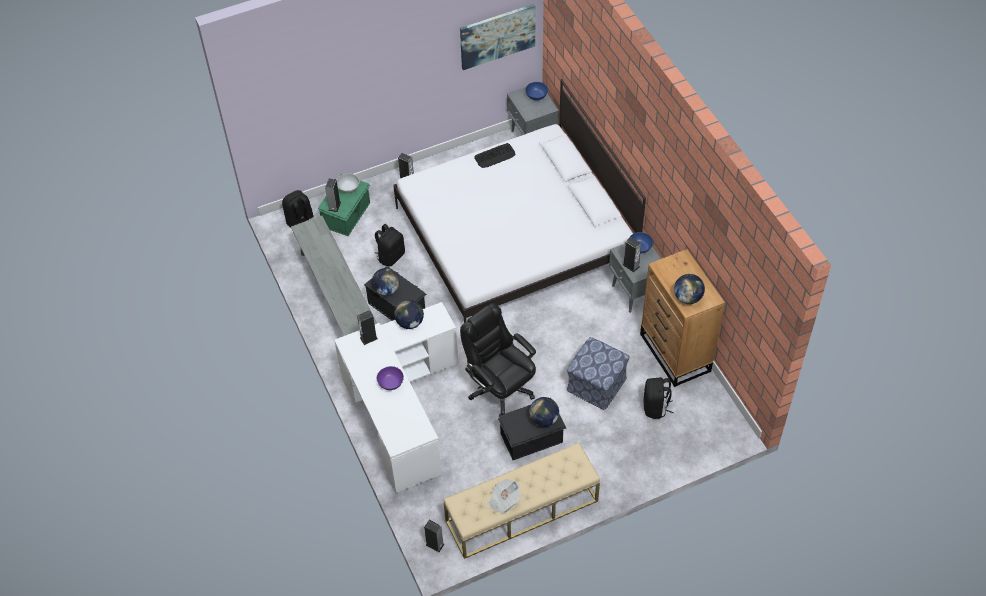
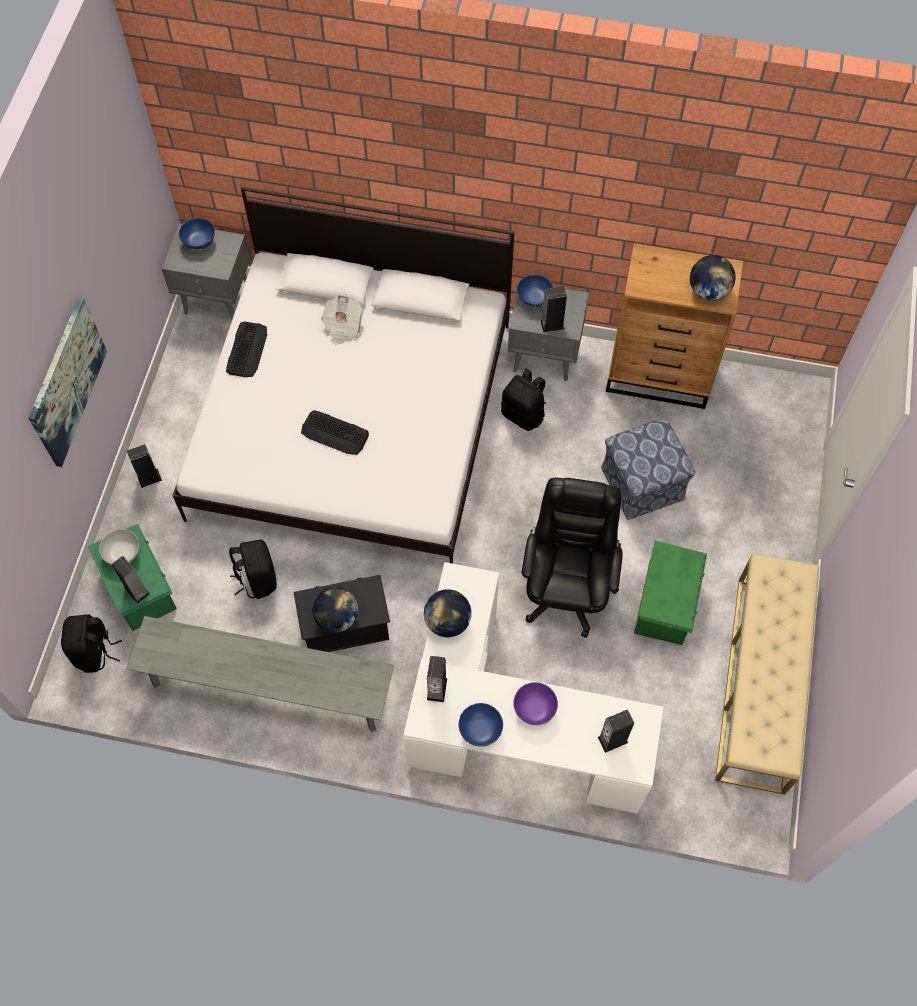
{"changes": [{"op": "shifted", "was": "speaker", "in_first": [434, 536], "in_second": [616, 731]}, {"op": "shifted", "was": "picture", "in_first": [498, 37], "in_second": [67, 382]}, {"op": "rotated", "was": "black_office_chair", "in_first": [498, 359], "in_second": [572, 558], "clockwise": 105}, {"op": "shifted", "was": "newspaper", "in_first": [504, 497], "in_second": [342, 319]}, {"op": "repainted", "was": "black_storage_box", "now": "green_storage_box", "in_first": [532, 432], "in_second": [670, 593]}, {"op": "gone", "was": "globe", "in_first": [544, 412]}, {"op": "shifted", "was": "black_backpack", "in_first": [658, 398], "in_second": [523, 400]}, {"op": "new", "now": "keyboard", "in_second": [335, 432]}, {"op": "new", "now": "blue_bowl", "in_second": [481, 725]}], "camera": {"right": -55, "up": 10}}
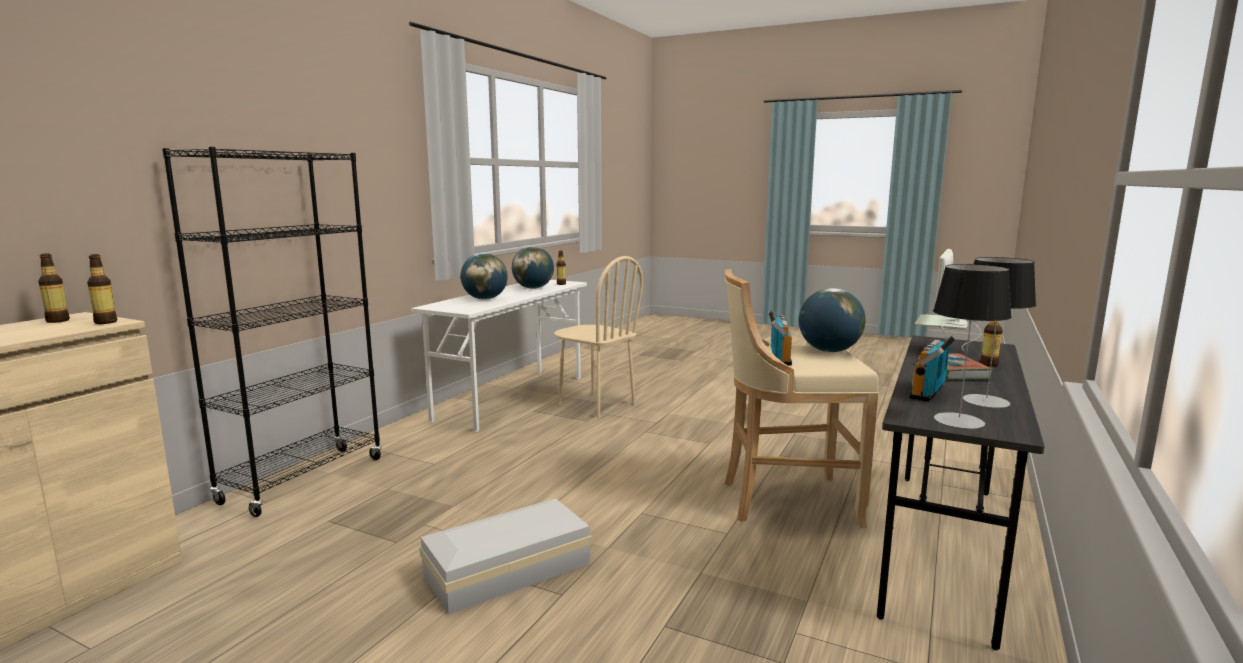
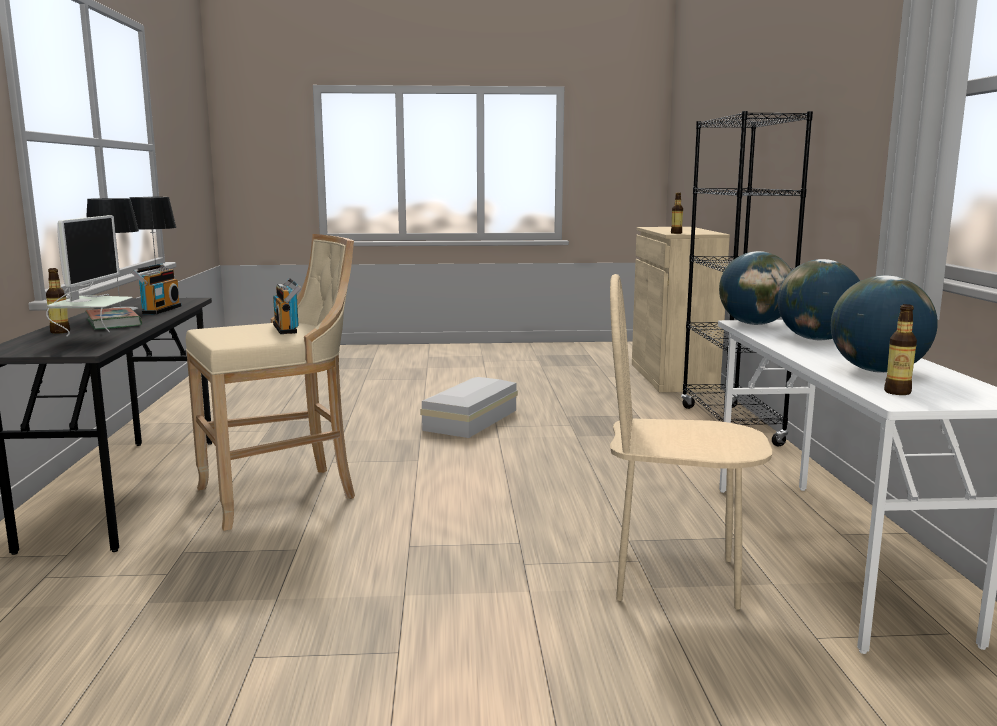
{"changes": [{"op": "gone", "was": "bottle", "in_first": [54, 288]}, {"op": "shifted", "was": "globe", "in_first": [832, 320], "in_second": [755, 288]}], "camera": {"right": 150, "up": 0}}
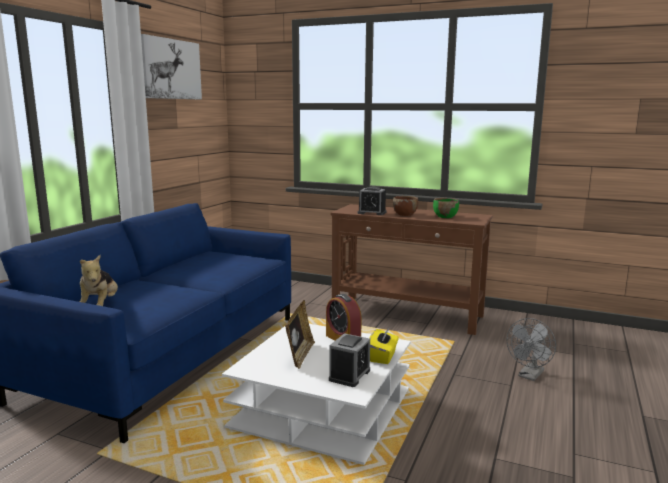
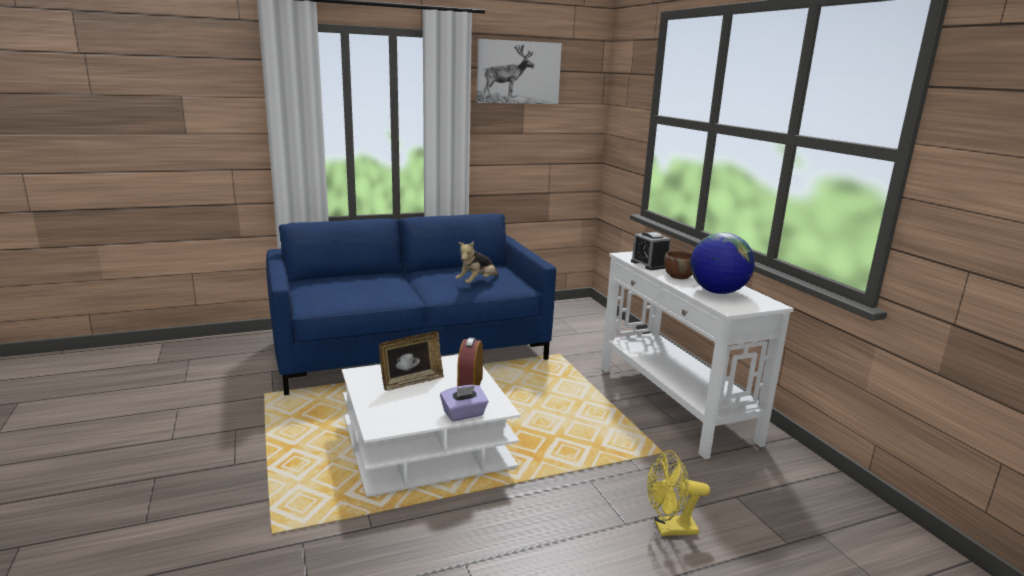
{"changes": [{"op": "shifted", "was": "plush_toy", "in_first": [99, 280], "in_second": [476, 262]}, {"op": "gone", "was": "alarm_clock", "in_first": [349, 360]}, {"op": "repainted", "was": "brown_console_table", "now": "white_console_table", "in_first": [412, 269], "in_second": [697, 355]}, {"op": "repainted", "was": "yellow_tissue_box", "now": "purple_tissue_box", "in_first": [384, 345], "in_second": [464, 403]}, {"op": "swapped", "was": "green_bowl", "now": "globe", "in_first": [446, 208], "in_second": [722, 263]}, {"op": "repainted", "was": "grey_fan", "now": "yellow_fan", "in_first": [531, 349], "in_second": [678, 493]}], "camera": {"right": 45, "up": 5}}
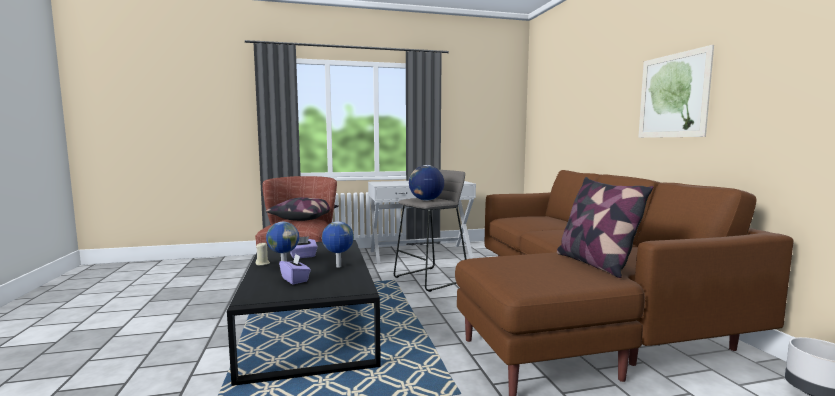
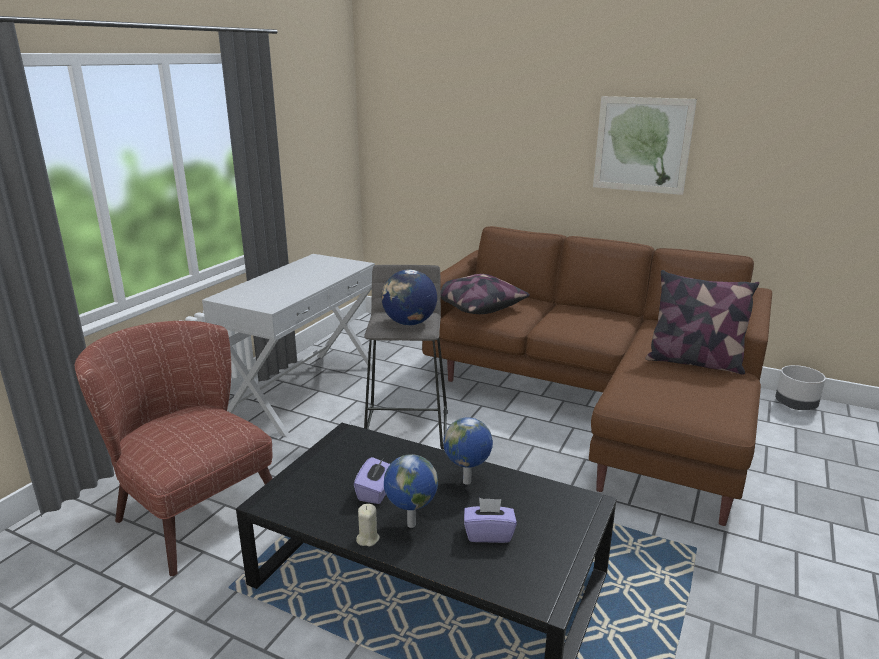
{"changes": [{"op": "shifted", "was": "pillow", "in_first": [302, 209], "in_second": [485, 294]}], "camera": {"right": -50, "up": 15}}
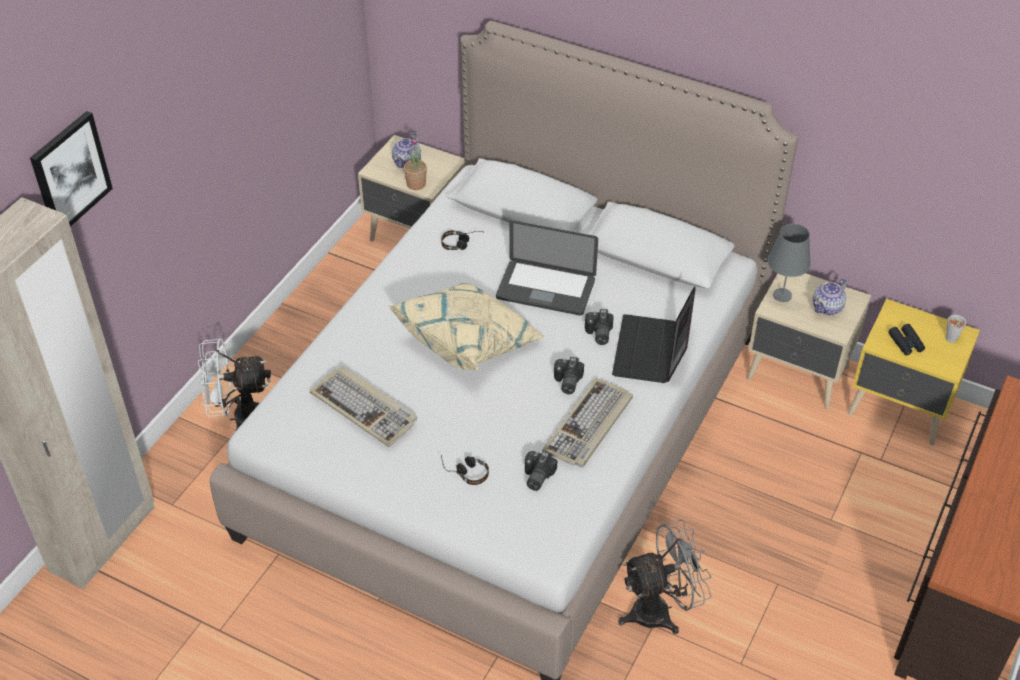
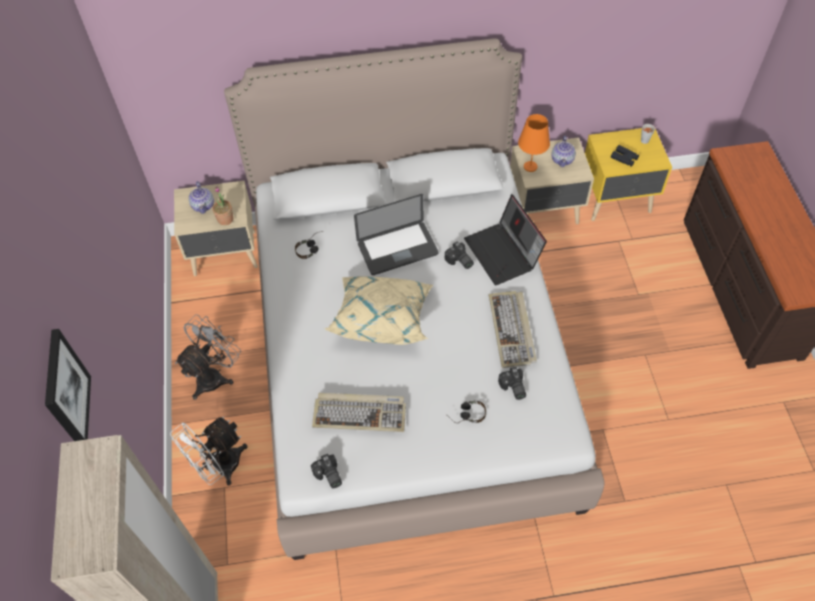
{"changes": [{"op": "shifted", "was": "photo_camera", "in_first": [569, 375], "in_second": [326, 471]}, {"op": "shifted", "was": "grey_fan", "in_first": [664, 577], "in_second": [208, 357]}, {"op": "repainted", "was": "grey_table_lamp", "now": "orange_table_lamp", "in_first": [789, 263], "in_second": [534, 143]}], "camera": {"right": -35, "up": 10}}
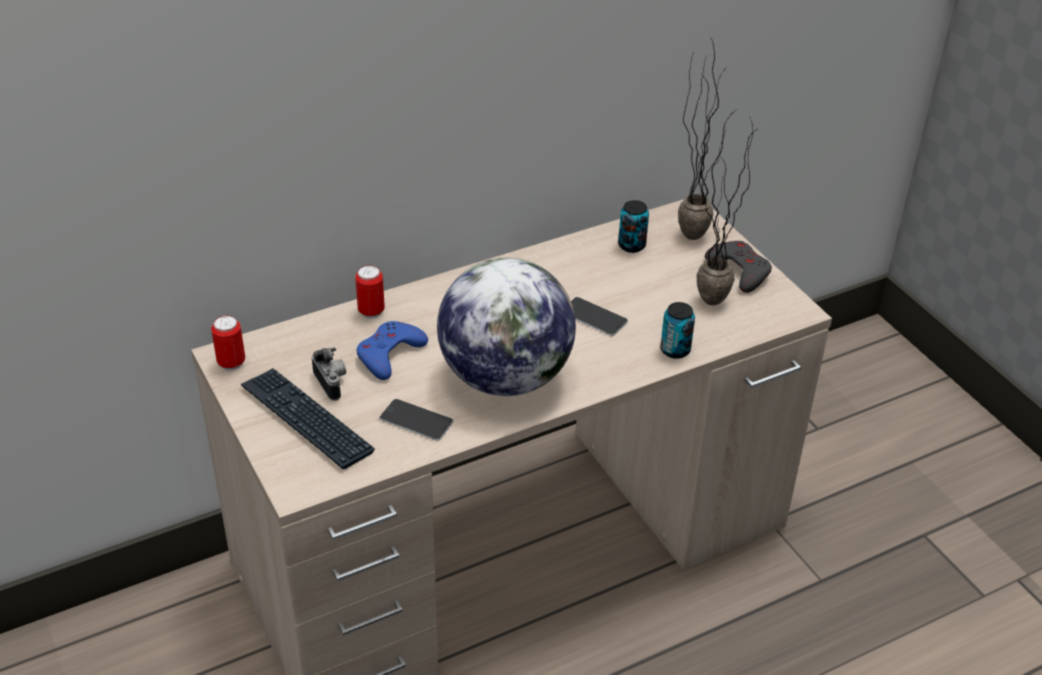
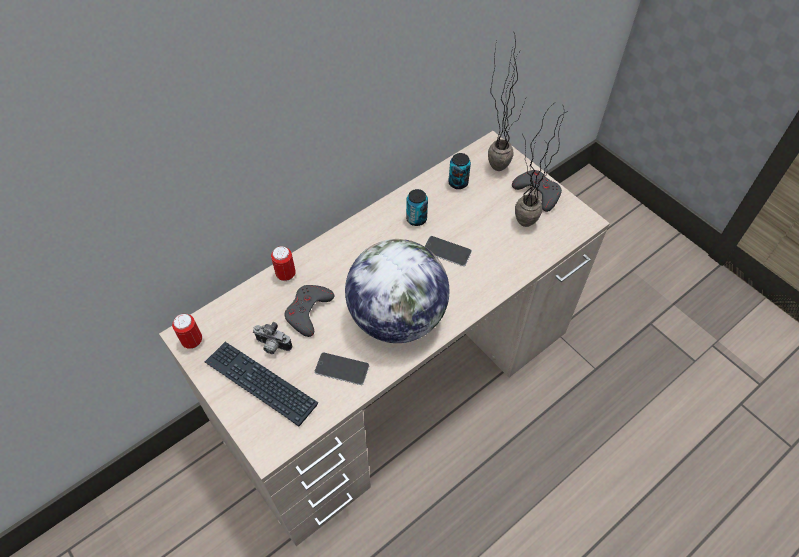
{"changes": [{"op": "rotated", "was": "photo_camera", "in_first": [329, 374], "in_second": [272, 338], "clockwise": 150}, {"op": "repainted", "was": "blue_game_controller", "now": "grey_game_controller", "in_first": [392, 350], "in_second": [309, 311]}, {"op": "shifted", "was": "can", "in_first": [677, 330], "in_second": [417, 207]}], "camera": {"right": -10, "up": 15}}
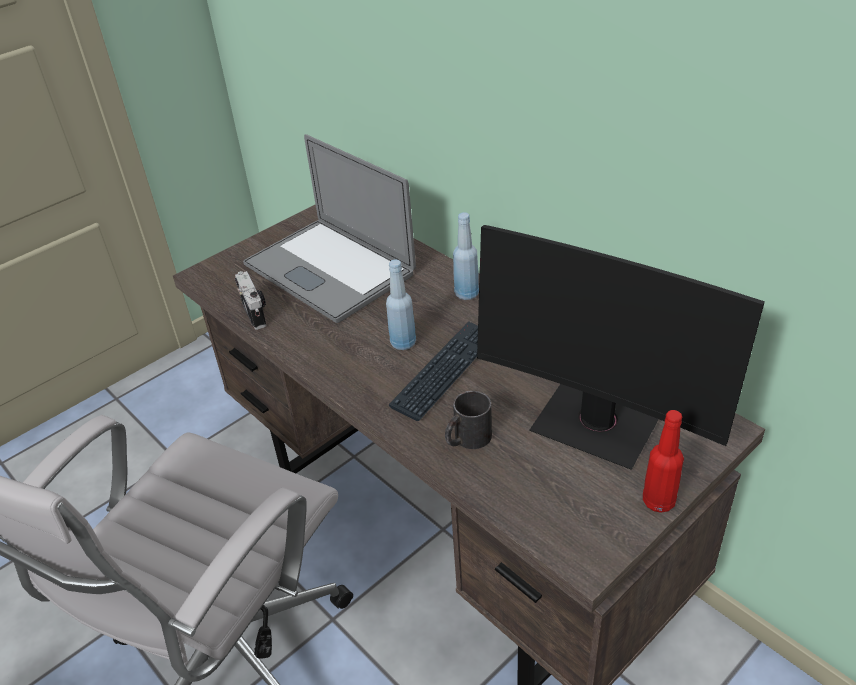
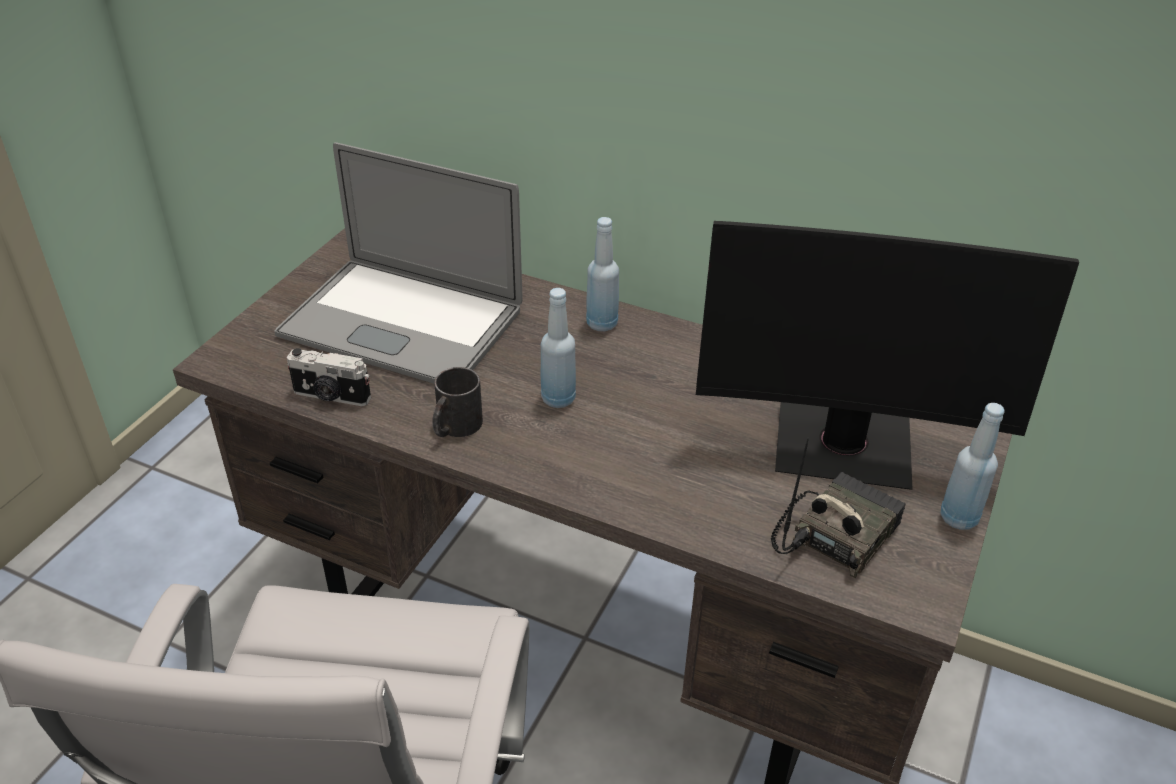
{"changes": [{"op": "rotated", "was": "photo_camera", "in_first": [250, 300], "in_second": [329, 377], "clockwise": 150}, {"op": "gone", "was": "keyboard", "in_first": [433, 371]}, {"op": "shifted", "was": "black_mug", "in_first": [468, 420], "in_second": [457, 402]}, {"op": "repainted", "was": "red_bottle", "now": "blue_bottle", "in_first": [663, 461], "in_second": [972, 466]}, {"op": "new", "now": "radio", "in_second": [838, 507]}], "camera": {"right": -25, "up": 0}}
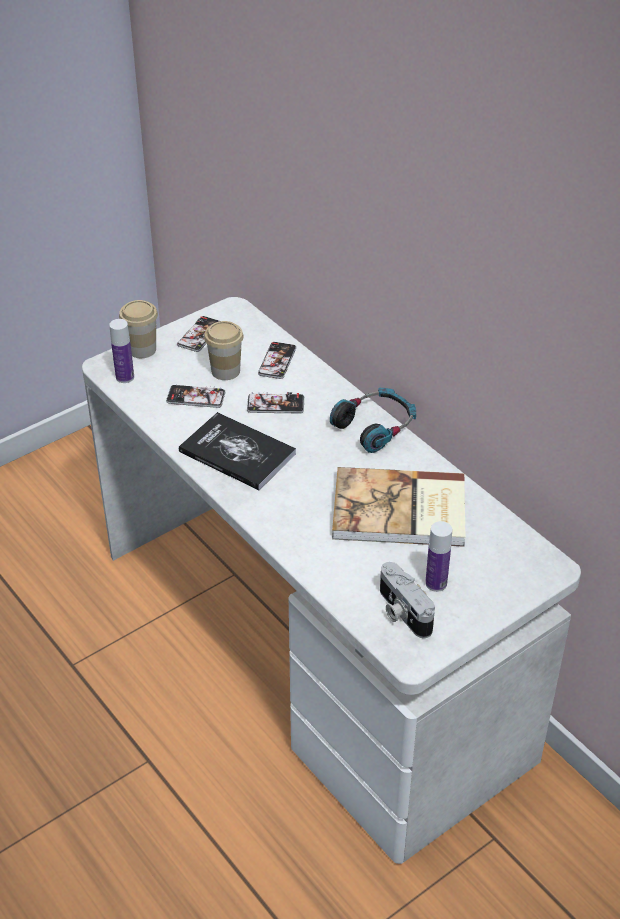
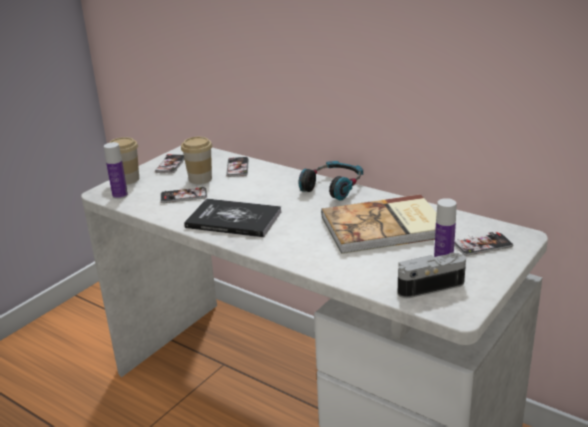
{"changes": [{"op": "shifted", "was": "phone", "in_first": [275, 402], "in_second": [483, 244]}, {"op": "rotated", "was": "photo_camera", "in_first": [407, 600], "in_second": [432, 275], "clockwise": 120}], "camera": {"right": -15, "up": -15}}
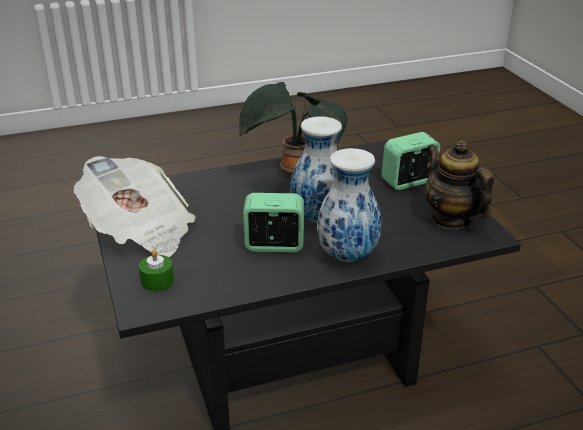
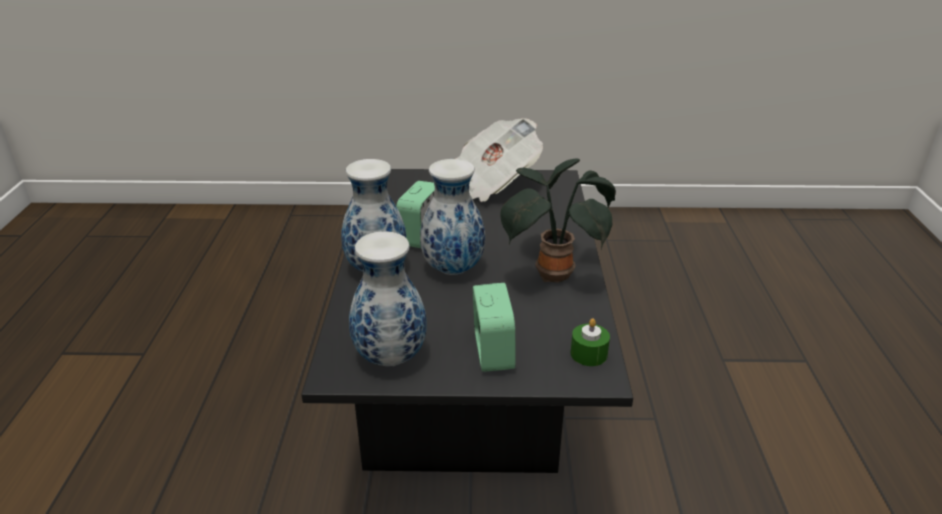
{"changes": [{"op": "shifted", "was": "green_candle", "in_first": [156, 270], "in_second": [590, 342]}, {"op": "swapped", "was": "teapot", "now": "vase", "in_first": [459, 184], "in_second": [388, 299]}], "camera": {"right": 110, "up": 0}}
